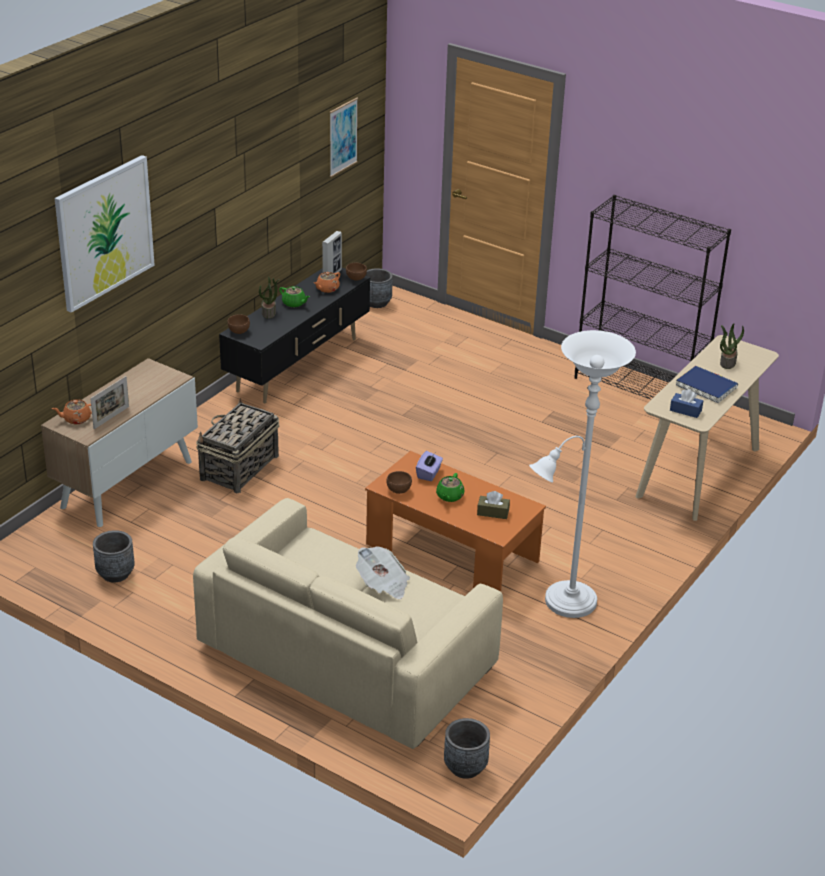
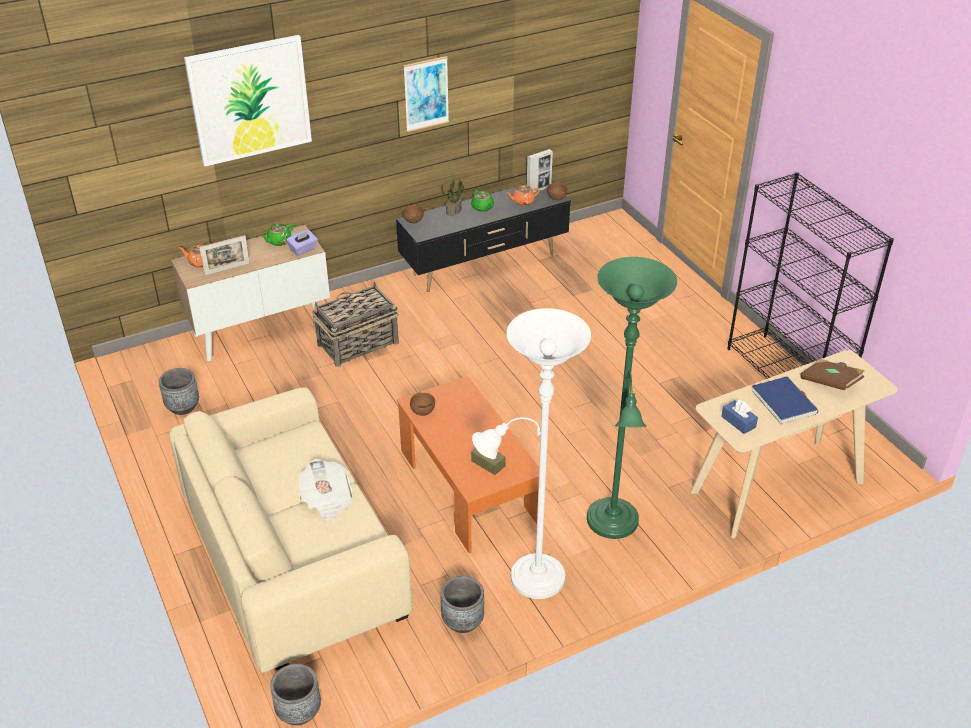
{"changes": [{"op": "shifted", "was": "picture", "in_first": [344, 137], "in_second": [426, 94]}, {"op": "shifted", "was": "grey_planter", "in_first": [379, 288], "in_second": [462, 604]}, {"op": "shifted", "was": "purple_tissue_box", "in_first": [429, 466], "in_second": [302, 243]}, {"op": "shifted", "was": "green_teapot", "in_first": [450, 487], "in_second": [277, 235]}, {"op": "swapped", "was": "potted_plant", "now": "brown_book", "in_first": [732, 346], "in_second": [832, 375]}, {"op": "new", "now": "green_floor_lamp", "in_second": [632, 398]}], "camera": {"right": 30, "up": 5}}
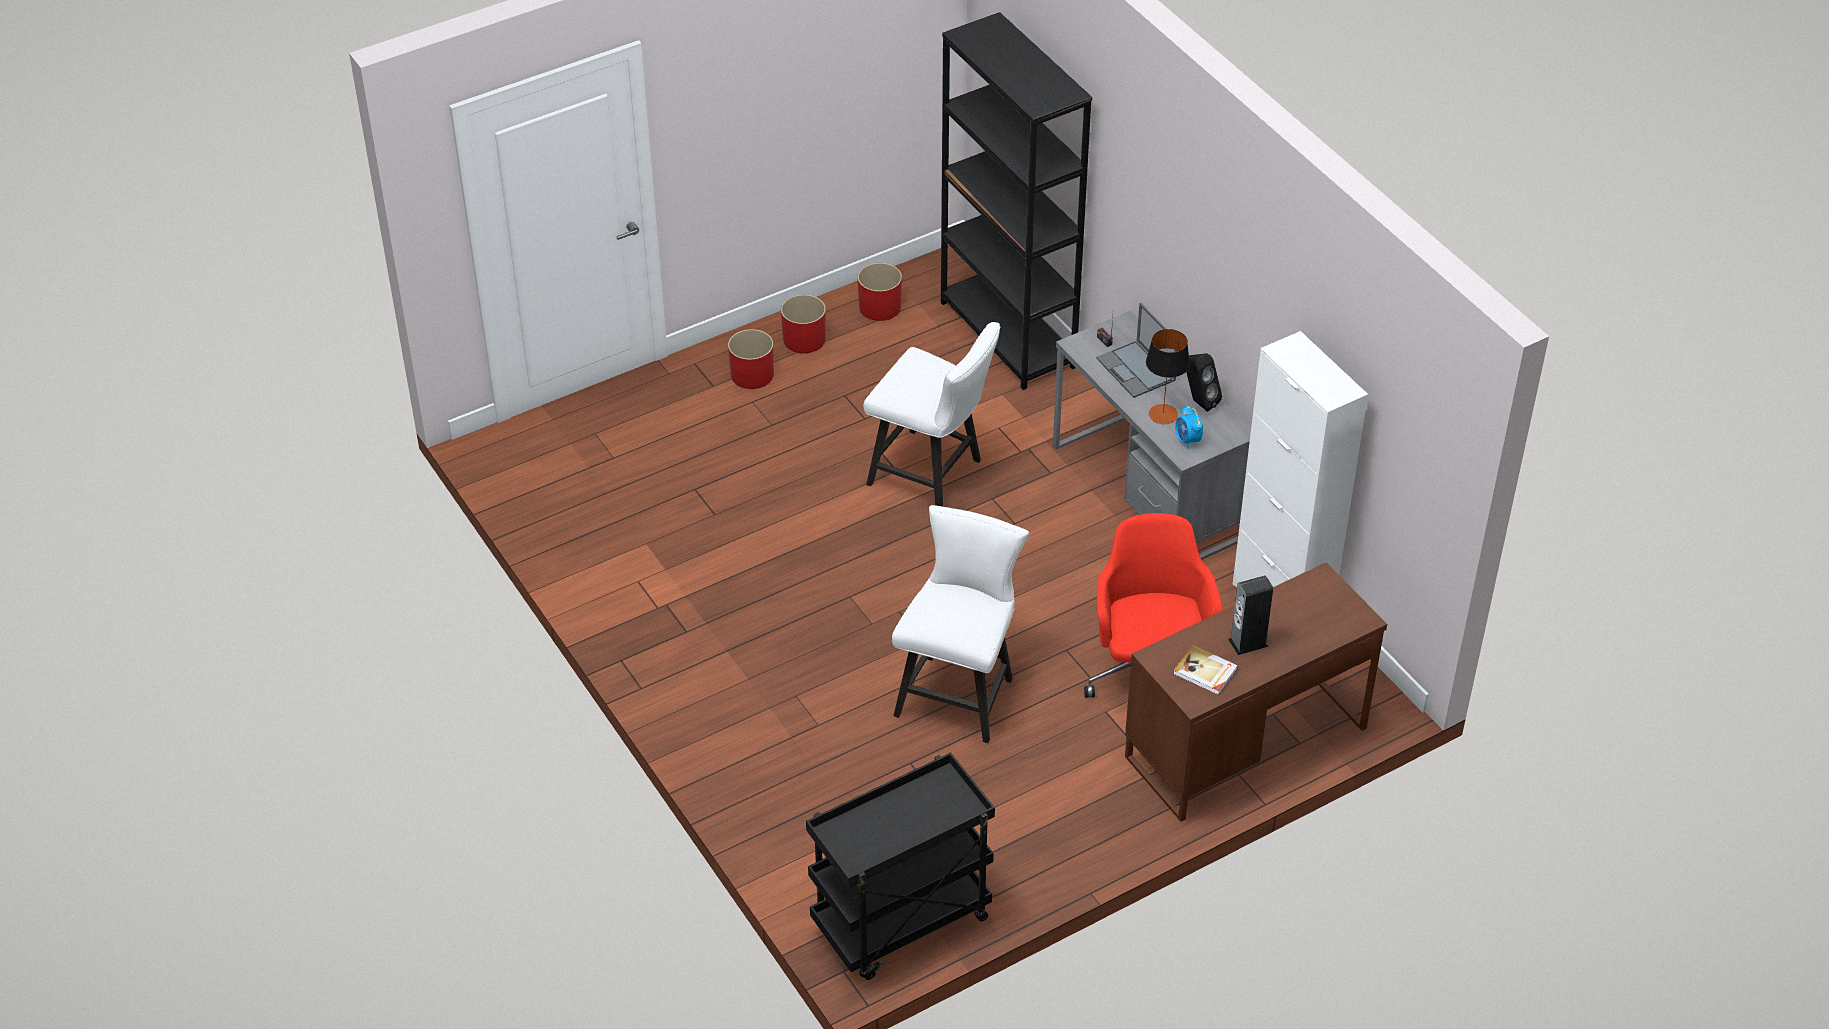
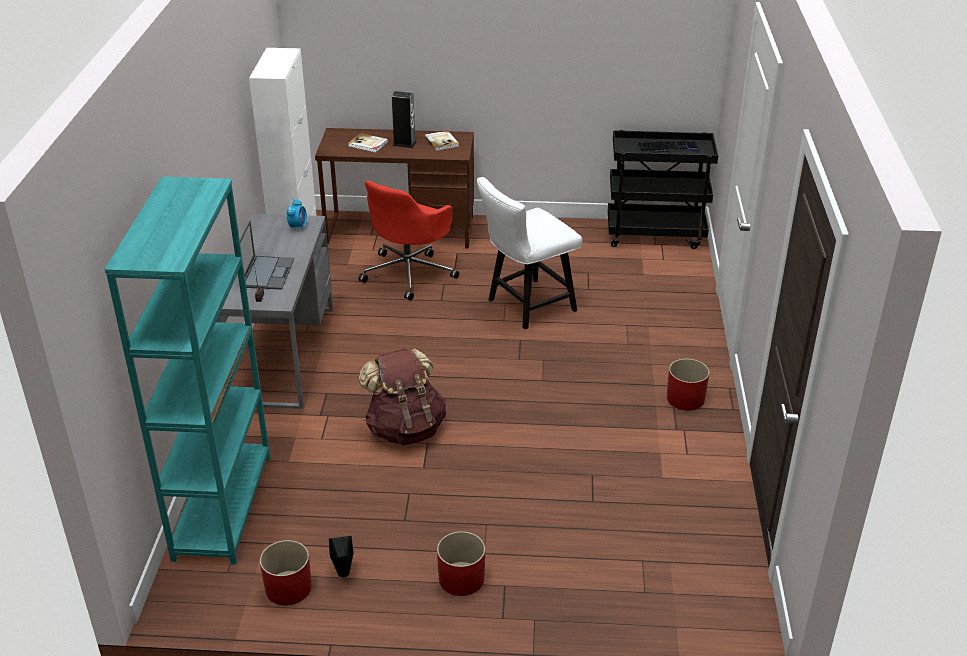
{"changes": [{"op": "shifted", "was": "red_planter", "in_first": [803, 323], "in_second": [688, 384]}, {"op": "swapped", "was": "white_chair", "now": "brown_backpack", "in_first": [931, 414], "in_second": [402, 397]}, {"op": "repainted", "was": "black_bookcase", "now": "turquoise_bookcase", "in_first": [1016, 201], "in_second": [187, 371]}, {"op": "gone", "was": "table_lamp", "in_first": [1168, 376]}, {"op": "shifted", "was": "black_speaker", "in_first": [1204, 382], "in_second": [341, 556]}, {"op": "new", "now": "book", "in_second": [368, 143]}, {"op": "new", "now": "keyboard", "in_second": [668, 147]}], "camera": {"right": -145, "up": -10}}
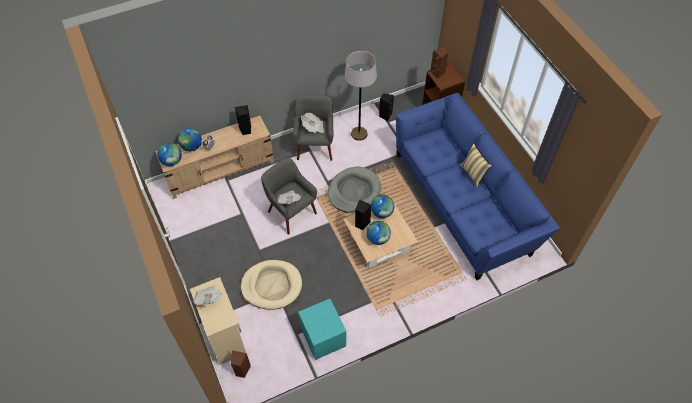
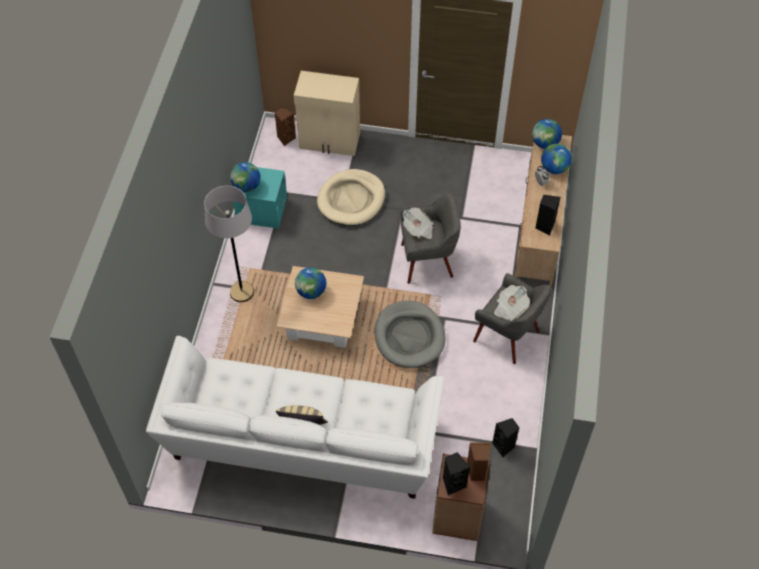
{"changes": [{"op": "gone", "was": "newspaper", "in_first": [207, 295]}, {"op": "shifted", "was": "grey_floor_lamp", "in_first": [361, 96], "in_second": [229, 244]}, {"op": "shifted", "was": "black_speaker", "in_first": [363, 214], "in_second": [456, 474]}, {"op": "shifted", "was": "globe", "in_first": [382, 206], "in_second": [245, 177]}, {"op": "repainted", "was": "blue_sofa", "now": "white_sofa", "in_first": [478, 186], "in_second": [295, 417]}], "camera": {"right": 125, "up": 0}}
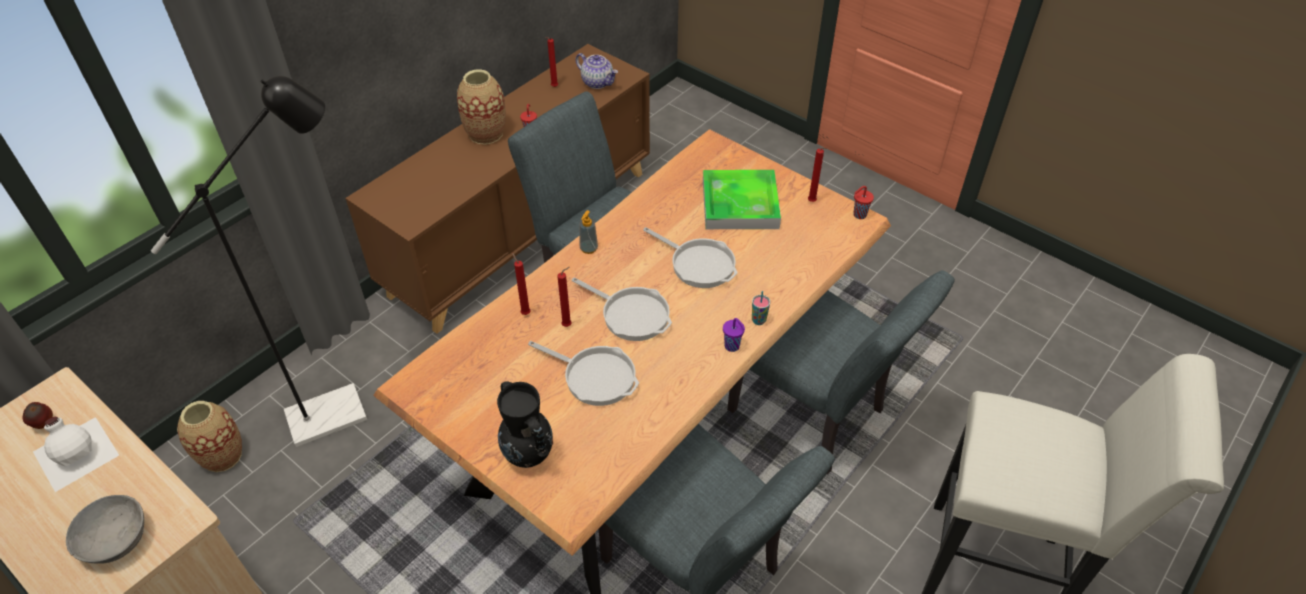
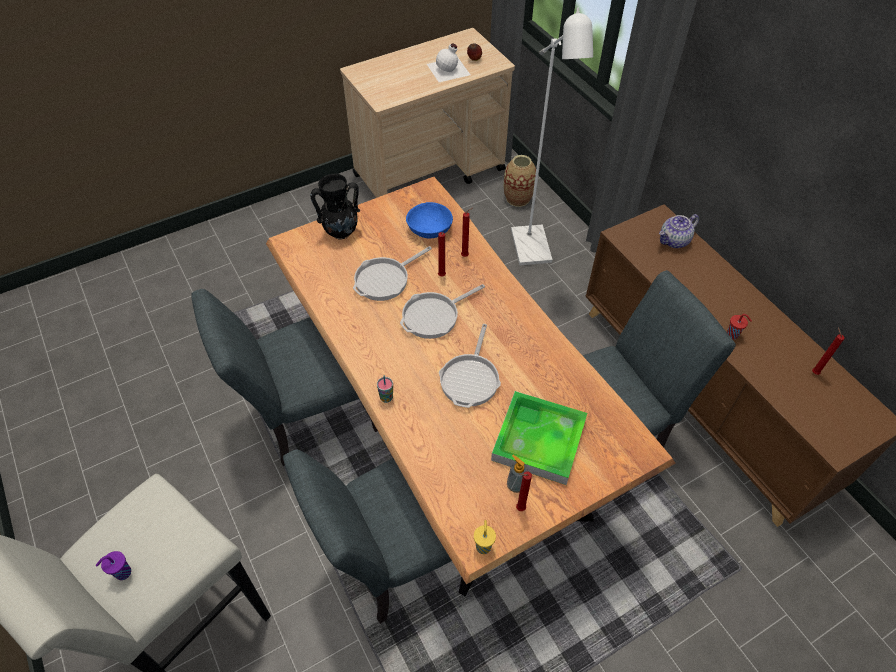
{"changes": [{"op": "gone", "was": "grey_bowl", "in_first": [105, 529]}, {"op": "repainted", "was": "black_floor_lamp", "now": "white_floor_lamp", "in_first": [259, 261], "in_second": [552, 136]}, {"op": "gone", "was": "vase", "in_first": [481, 106]}, {"op": "shifted", "was": "teapot", "in_first": [597, 71], "in_second": [679, 231]}, {"op": "shifted", "was": "soap_dispenser", "in_first": [588, 232], "in_second": [517, 474]}, {"op": "rotated", "was": "frying_pan", "in_first": [690, 257], "in_second": [470, 366], "clockwise": -45}, {"op": "shifted", "was": "purple_cup", "in_first": [734, 335], "in_second": [113, 565]}, {"op": "repainted", "was": "red_cup", "now": "yellow_cup", "in_first": [863, 202], "in_second": [485, 537]}, {"op": "new", "now": "blue_bowl", "in_second": [429, 220]}], "camera": {"right": 110, "up": 5}}
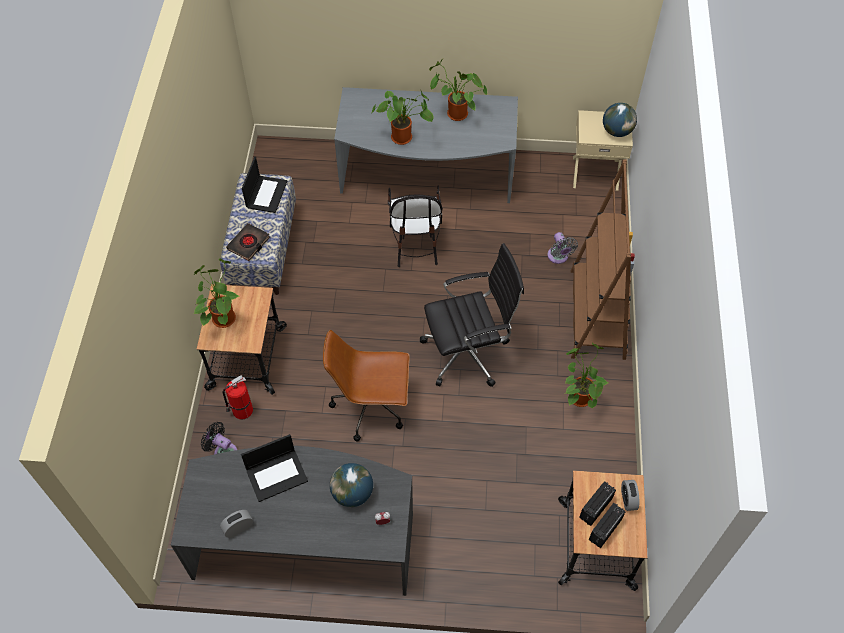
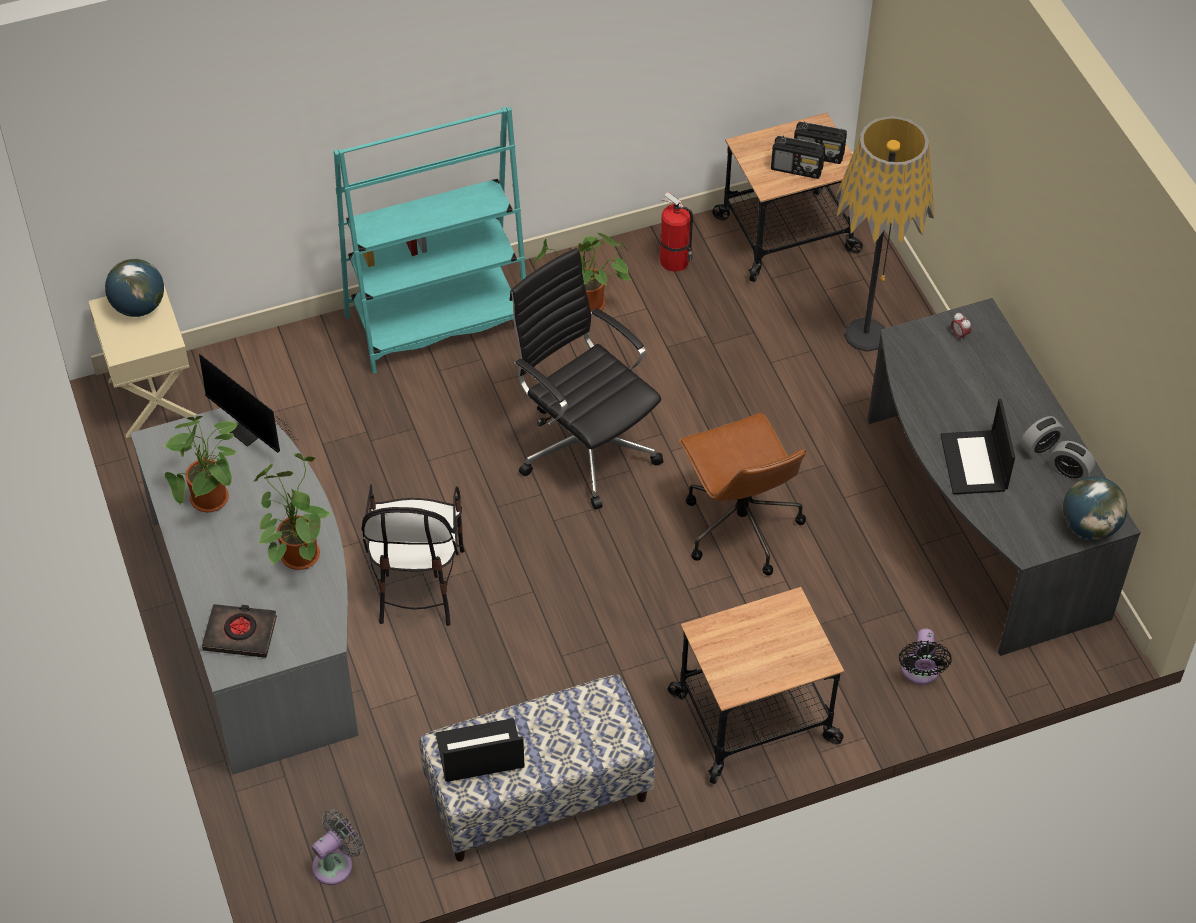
{"changes": [{"op": "gone", "was": "potted_plant", "in_first": [217, 293]}, {"op": "shifted", "was": "fire_extinguisher", "in_first": [237, 397], "in_second": [676, 232]}, {"op": "shifted", "was": "black_book", "in_first": [248, 242], "in_second": [239, 631]}, {"op": "rotated", "was": "laptop", "in_first": [274, 468], "in_second": [978, 447], "clockwise": -135}, {"op": "shifted", "was": "globe", "in_first": [351, 485], "in_second": [1095, 508]}, {"op": "rotated", "was": "chair", "in_first": [415, 226], "in_second": [413, 555], "clockwise": 120}, {"op": "shifted", "was": "grey_fan", "in_first": [562, 248], "in_second": [337, 847]}, {"op": "repainted", "was": "brown_bookcase", "now": "turquoise_bookcase", "in_first": [603, 259], "in_second": [430, 240]}, {"op": "shifted", "was": "alarm_clock", "in_first": [630, 495], "in_second": [1043, 437]}, {"op": "new", "now": "monitor", "in_second": [247, 403]}, {"op": "new", "now": "floor_lamp", "in_second": [884, 234]}], "camera": {"right": -115, "up": -5}}
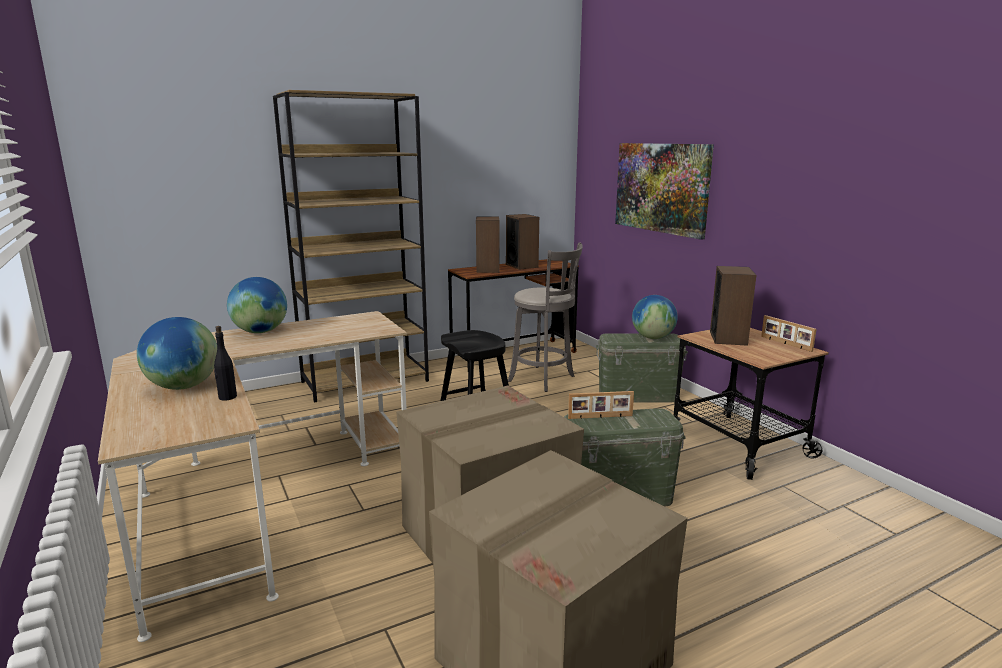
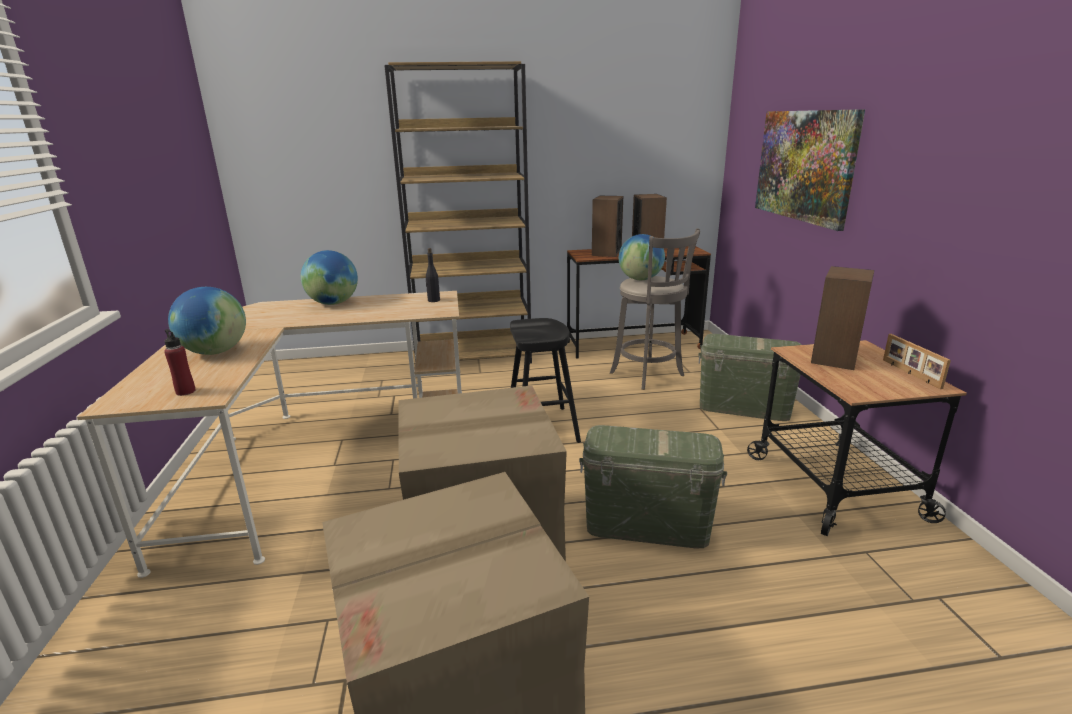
{"changes": [{"op": "shifted", "was": "black_bottle", "in_first": [225, 363], "in_second": [432, 275]}, {"op": "gone", "was": "picture_frame", "in_first": [601, 405]}, {"op": "shifted", "was": "globe", "in_first": [655, 317], "in_second": [642, 257]}, {"op": "new", "now": "red_bottle", "in_second": [179, 362]}], "camera": {"right": 20, "up": 5}}
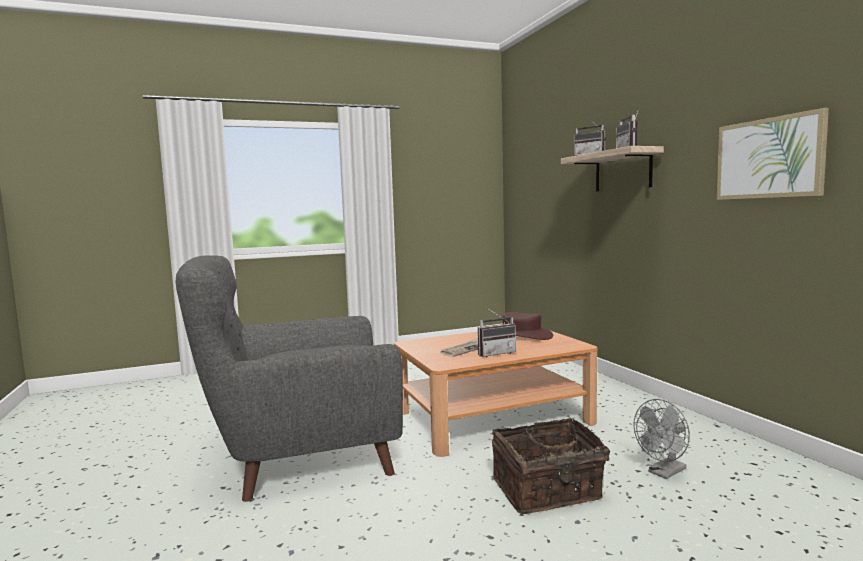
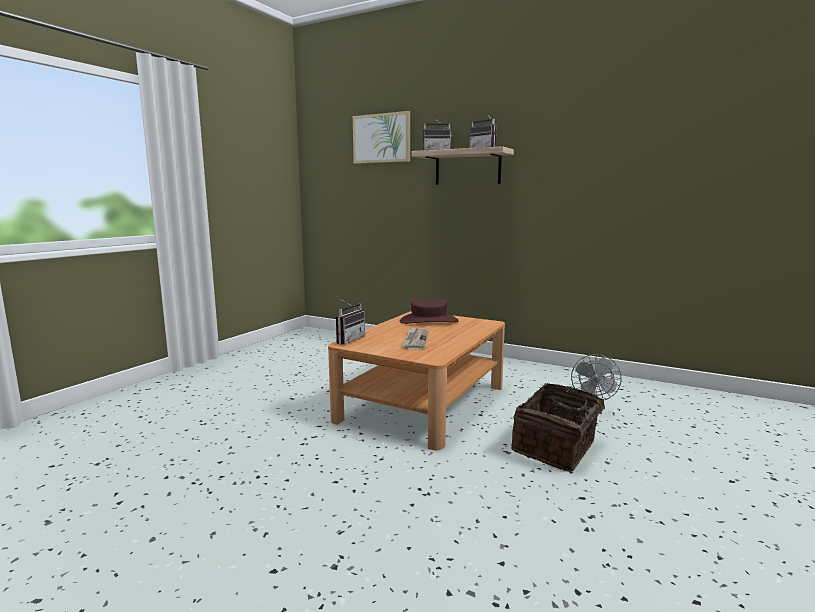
{"changes": [{"op": "gone", "was": "grey_armchair", "in_first": [289, 378]}, {"op": "shifted", "was": "radio", "in_first": [497, 332], "in_second": [350, 320]}, {"op": "shifted", "was": "picture", "in_first": [773, 154], "in_second": [381, 137]}], "camera": {"right": -40, "up": 5}}
